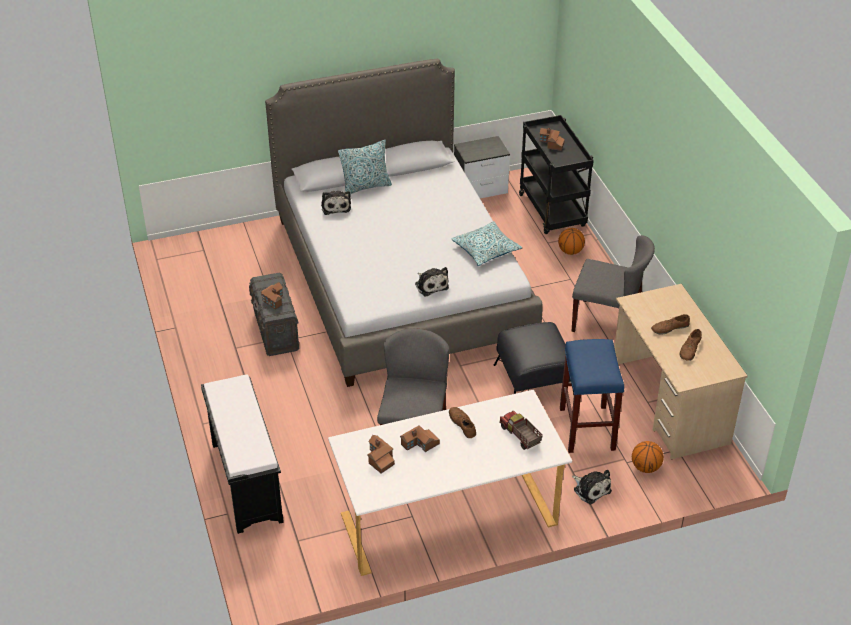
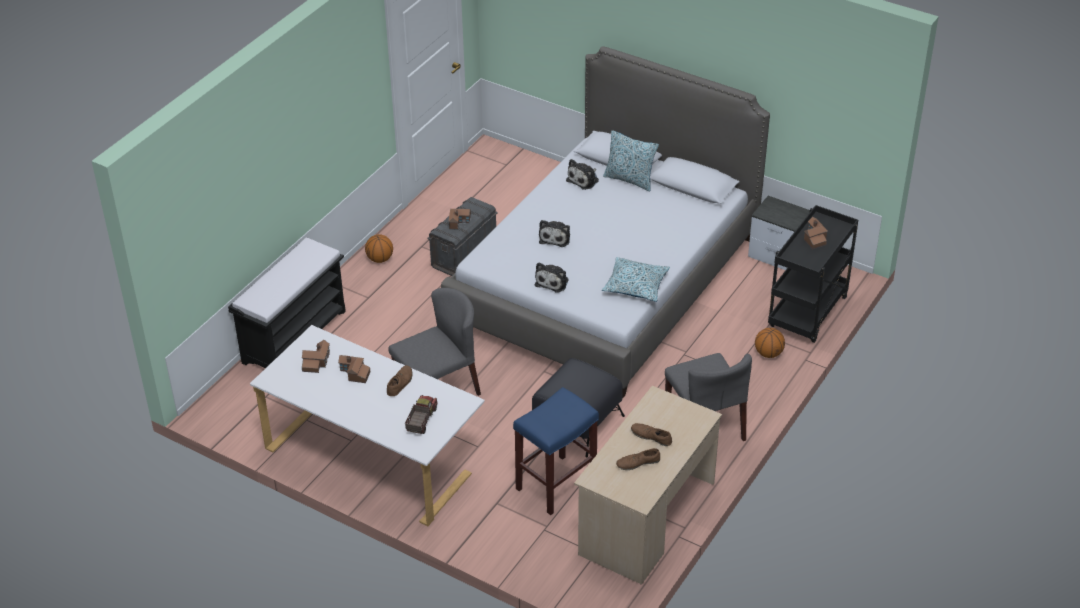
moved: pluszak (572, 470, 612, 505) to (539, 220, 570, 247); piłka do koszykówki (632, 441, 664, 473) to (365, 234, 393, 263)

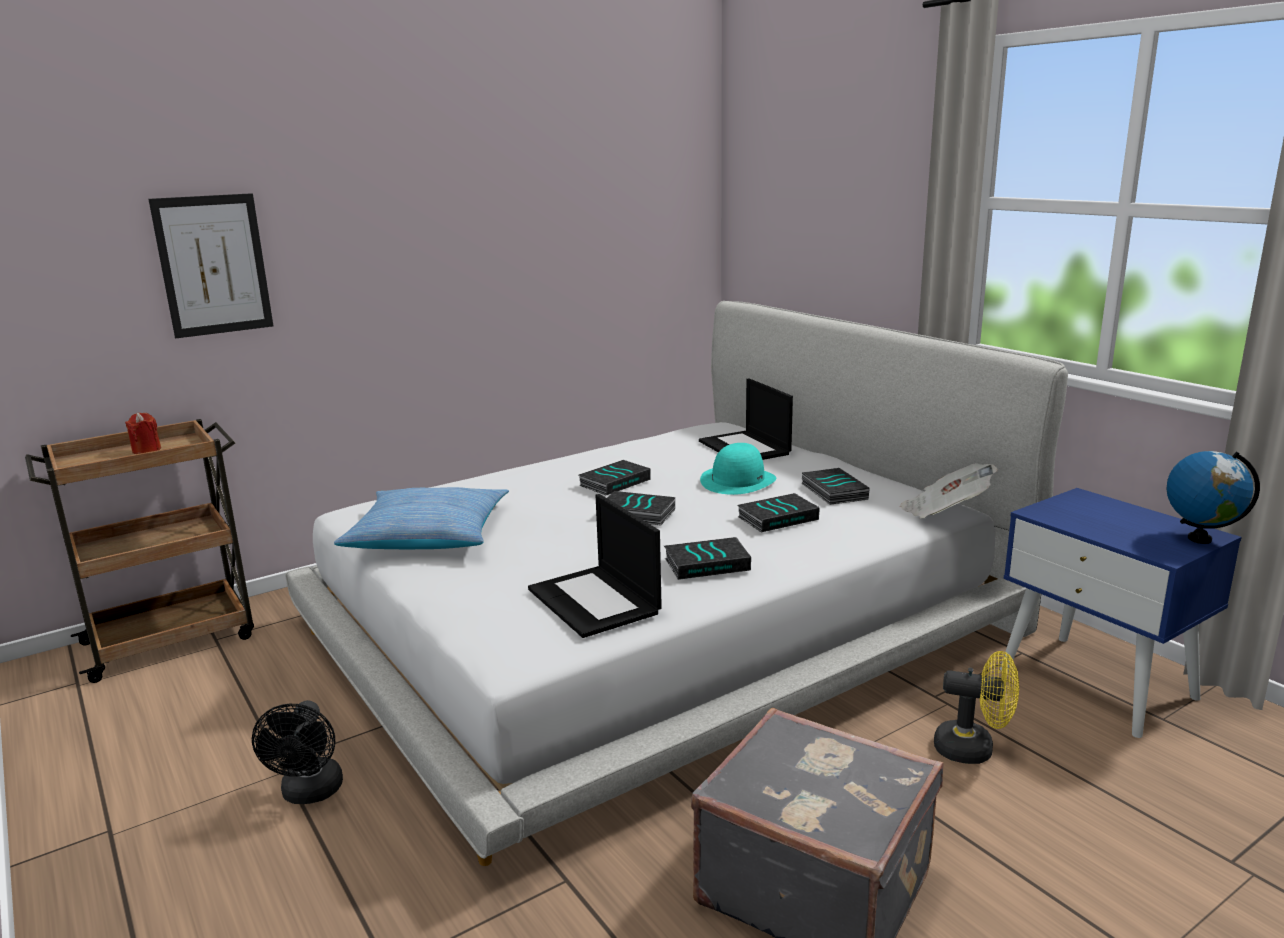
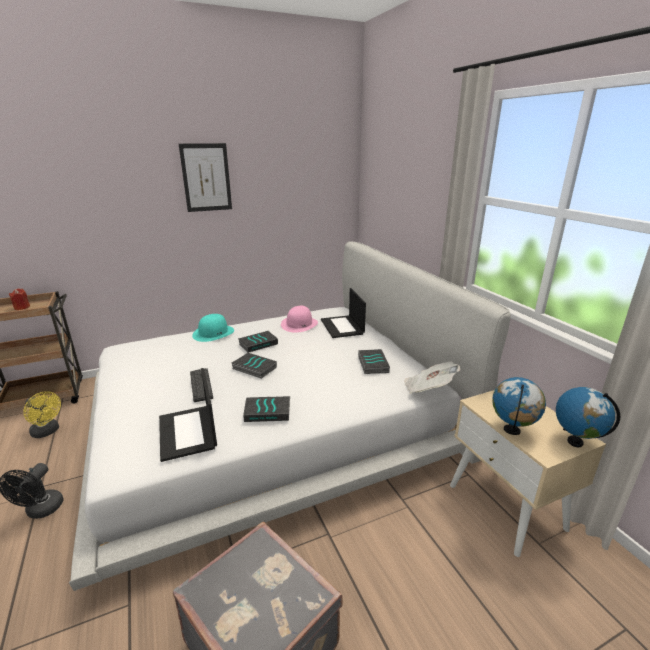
removed: poduszka (334, 487, 509, 549); książka (737, 493, 820, 532)
added: klawiatura (190, 368, 213, 402); kapelusz (różowy) (281, 306, 318, 333); globus (492, 377, 546, 435)
moved: obraz (149, 193, 273, 338) to (179, 143, 232, 212); kapelusz (turkusowy) (700, 443, 776, 495) to (192, 314, 234, 342); wentylator (żółty) (934, 651, 1019, 764) to (23, 391, 61, 438)
recoloured: szafka nocna (niebieski) (1000, 488, 1241, 738) to szafka nocna (beżowy) (450, 390, 606, 557)

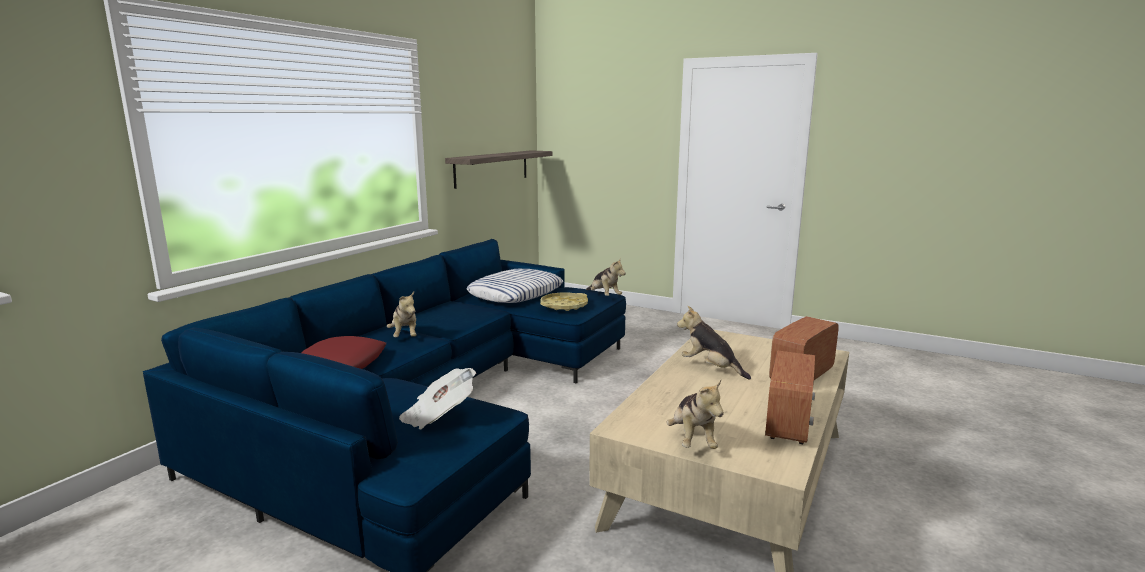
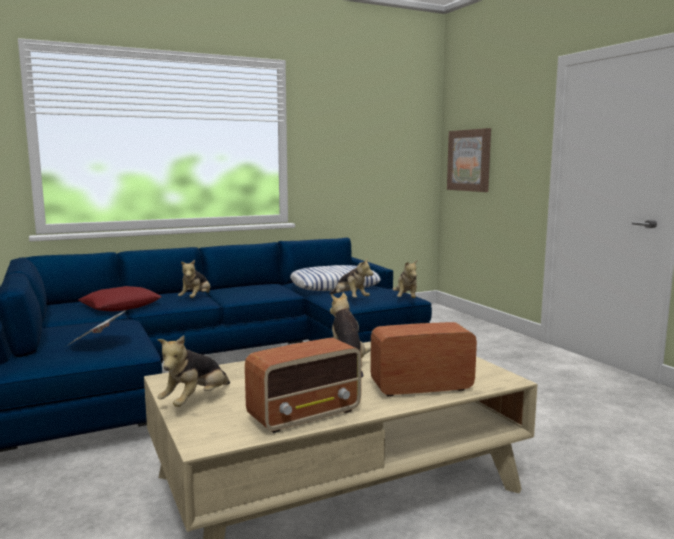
removed: półka (445, 150, 553, 189)
added: obraz (447, 128, 491, 192)
replaced: taca (żółty) (540, 292, 588, 311) to pluszak (329, 258, 374, 298)

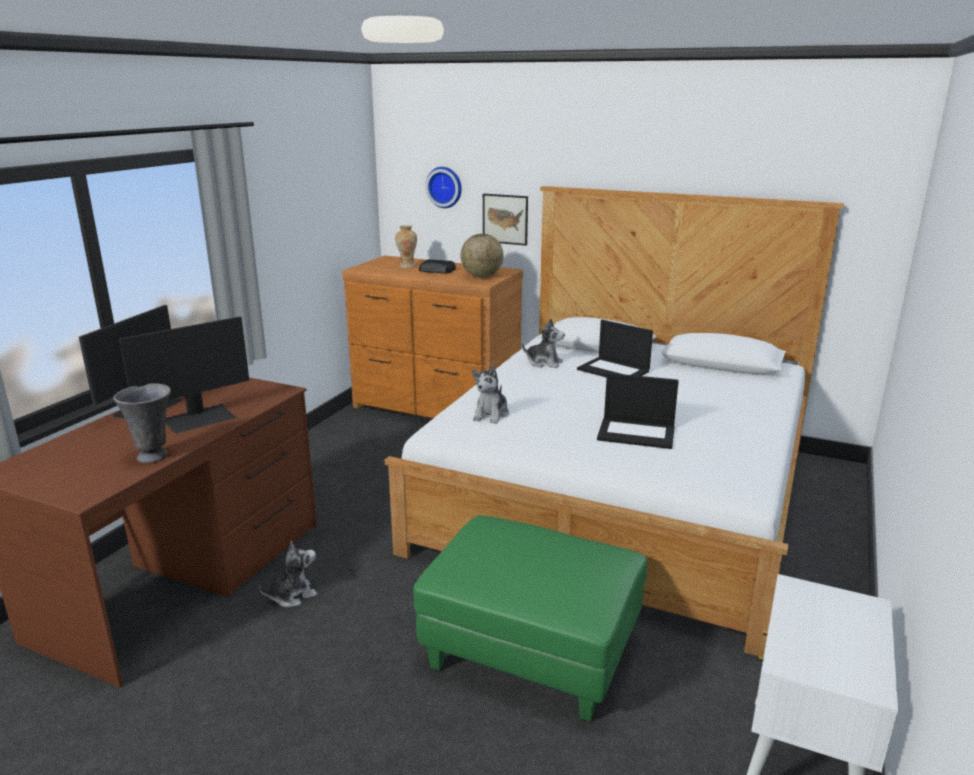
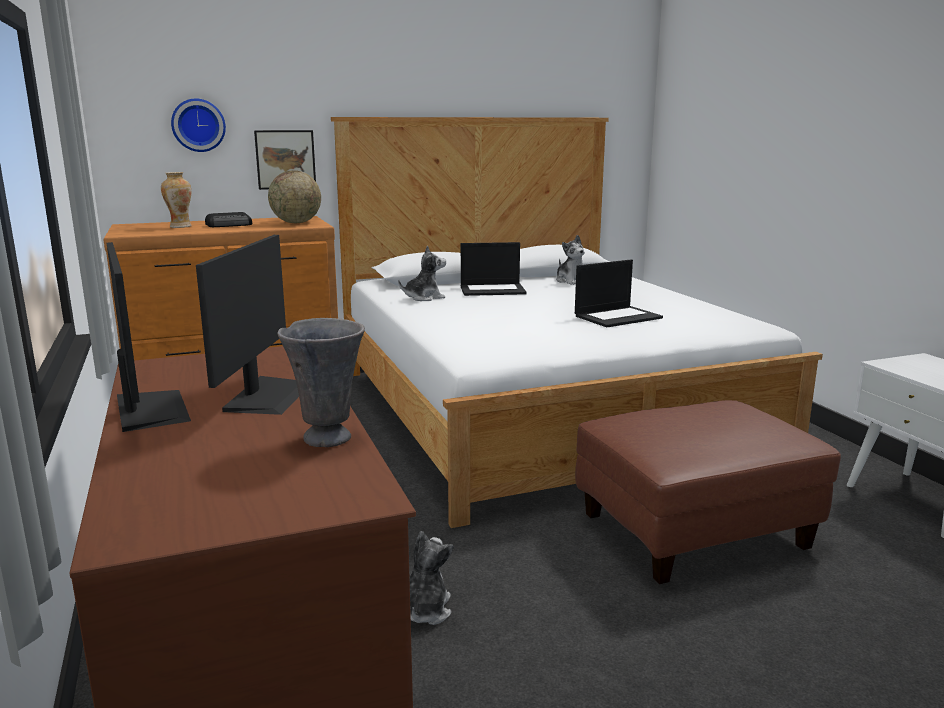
moved: pluszak (472, 365, 509, 424) to (556, 235, 585, 285)
recoloured: pufa (zielony) (413, 515, 647, 721) to pufa (brązowy) (575, 400, 841, 584)

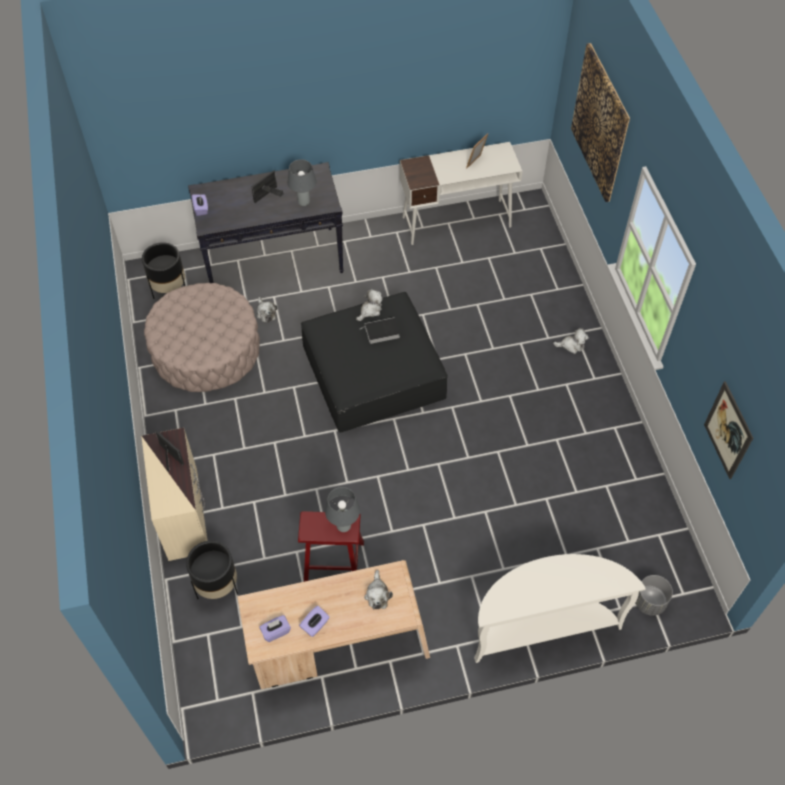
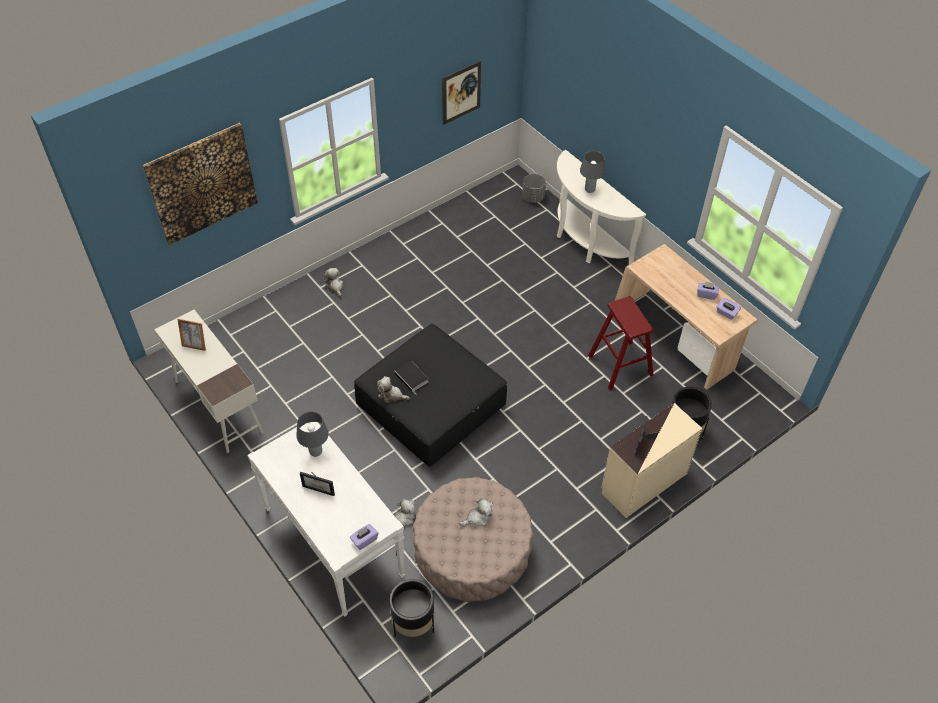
moved: lampa stołowa (szary) (325, 487, 360, 532) to (580, 151, 605, 193); pluszak (364, 570, 393, 609) to (459, 498, 494, 527)
recoloured: stolik konsolowy (czarny) (188, 162, 344, 283) to stolik konsolowy (biały) (248, 422, 405, 617)

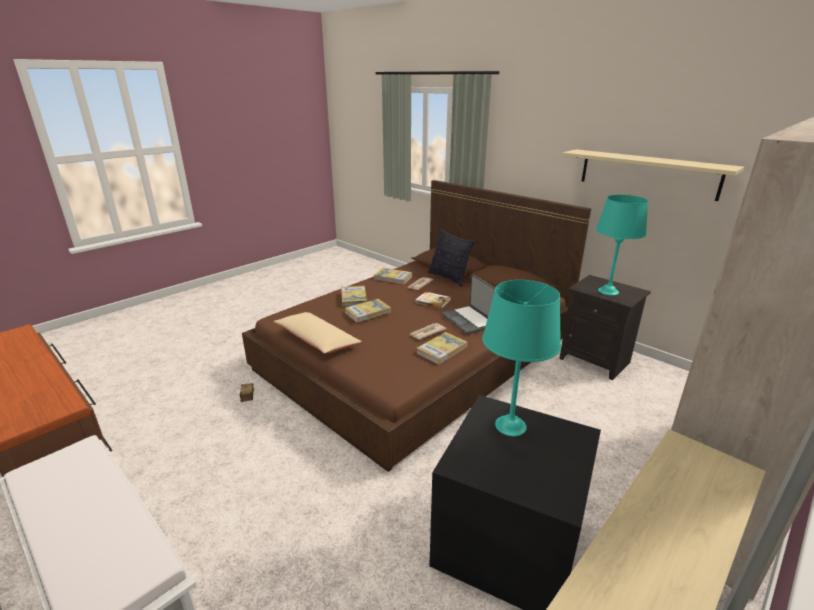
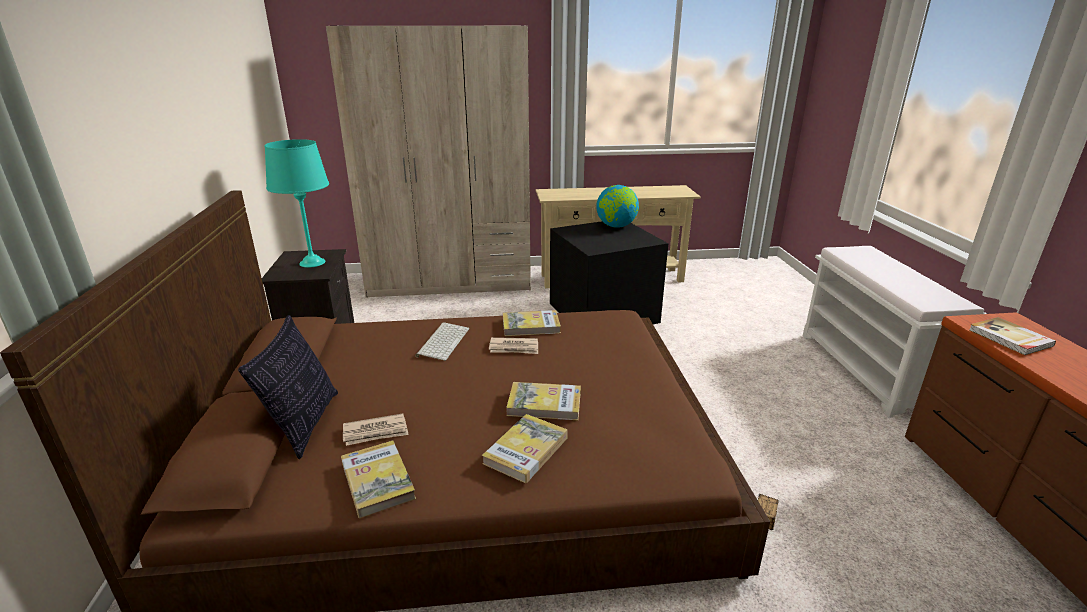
removed: poduszka (beżowy) (273, 312, 362, 354); lampa stołowa (turkusowy) (482, 280, 561, 436); półka (beżowy) (562, 149, 744, 201)
added: globus (596, 185, 639, 228)
moved: książka (415, 292, 451, 309) to (969, 317, 1056, 355)
replaced: laptop (441, 275, 495, 335) to klawiatura (415, 322, 469, 361)

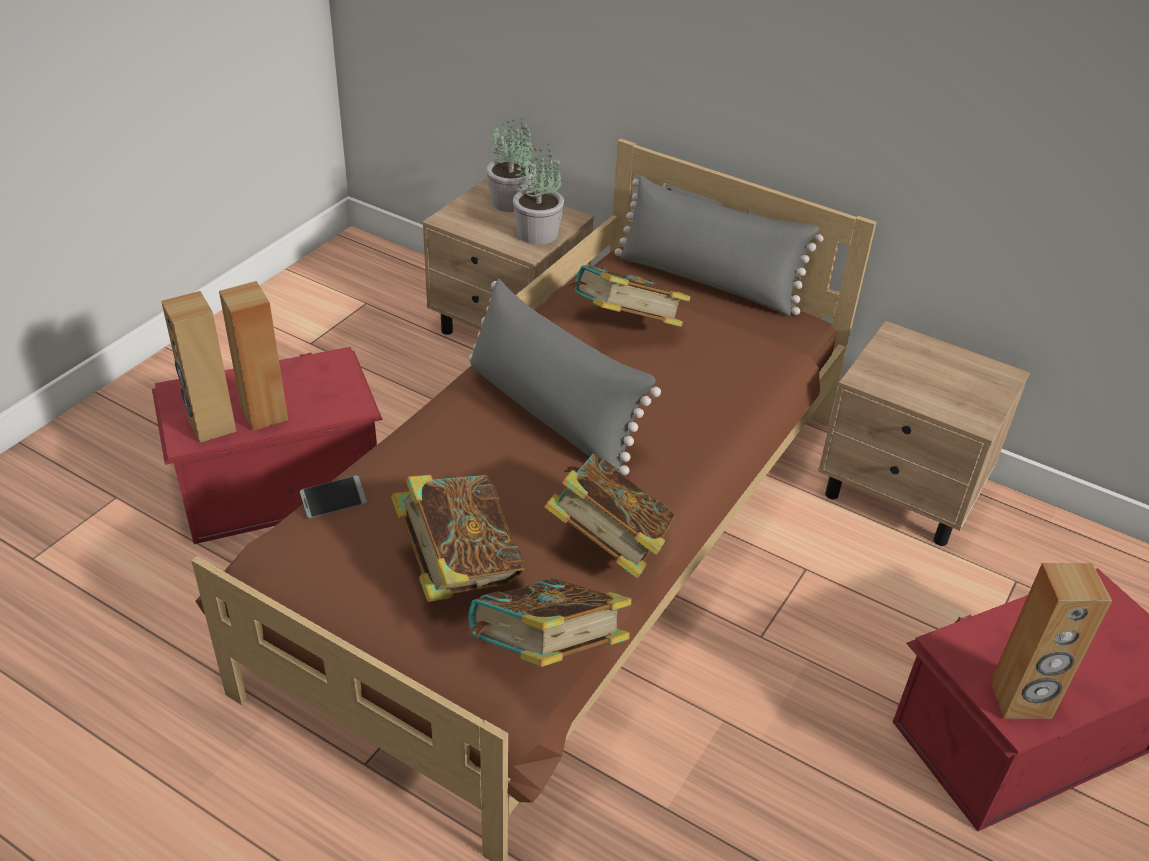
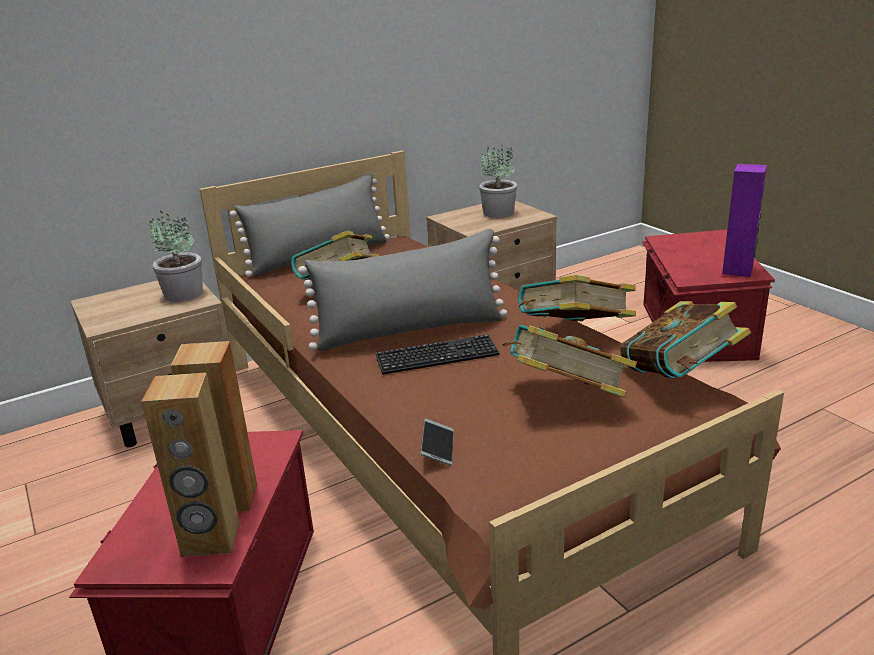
added: klawiatura (375, 334, 499, 375)
moved: roślina doniczkowa (486, 118, 535, 212) to (479, 145, 517, 218)
recoloured: głośnik (brązowy) (990, 563, 1112, 719) to głośnik (fioletowy) (722, 164, 767, 277)

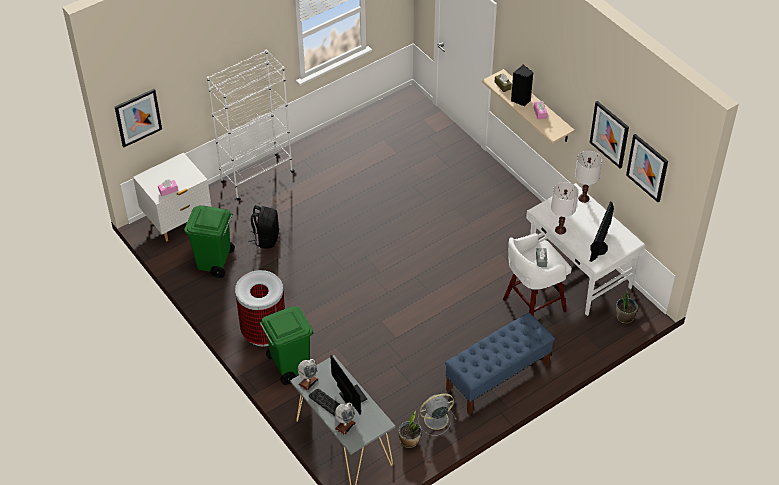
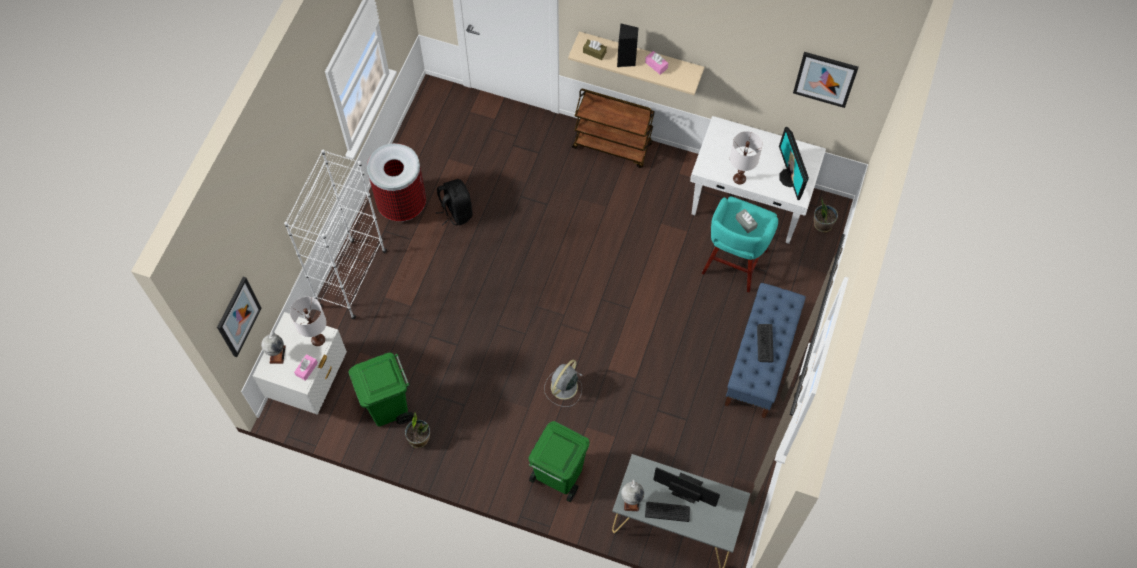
removed: obraz (590, 101, 629, 169)
added: wózek (brązowy) (572, 89, 655, 168); klawiatura (757, 324, 774, 362)
moved: kosz na śmieci (235, 270, 285, 347) to (367, 143, 426, 222); plecak (czarny) (249, 205, 279, 249) to (435, 179, 472, 226); globus (335, 403, 356, 435) to (261, 332, 286, 364); roślina doniczkowa (398, 411, 421, 448) to (405, 413, 430, 448); wentylator (szary) (418, 394, 456, 436) to (544, 359, 582, 407); lampa stołowa (biały) (575, 151, 602, 203) to (290, 297, 326, 346)
recoloured: stołek (biały) (503, 233, 572, 315) to stołek (turkusowy) (701, 197, 778, 293)

